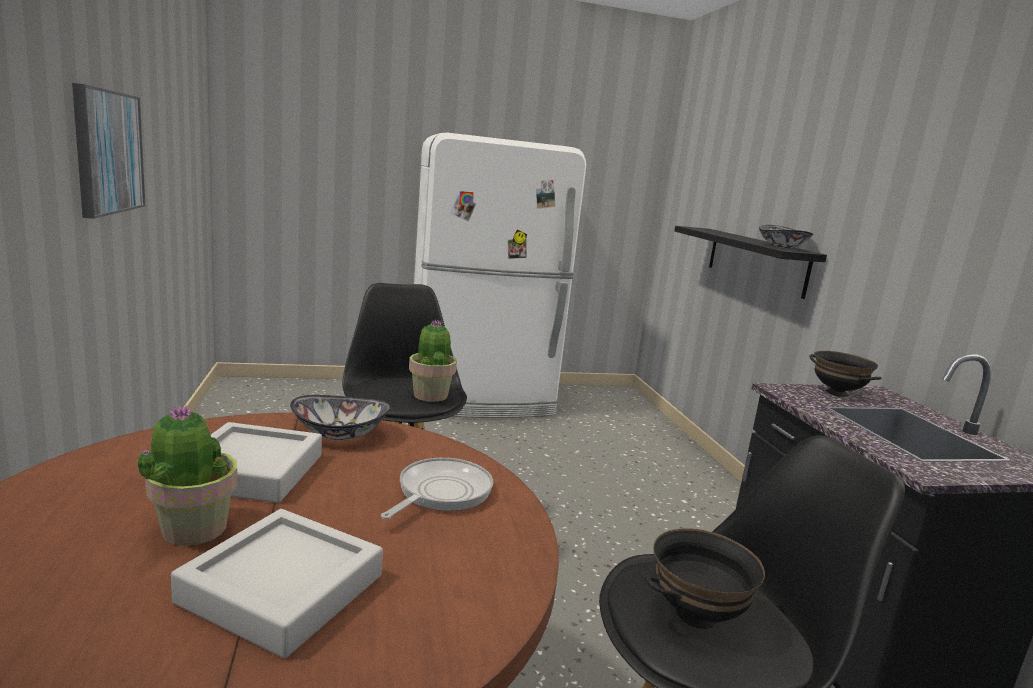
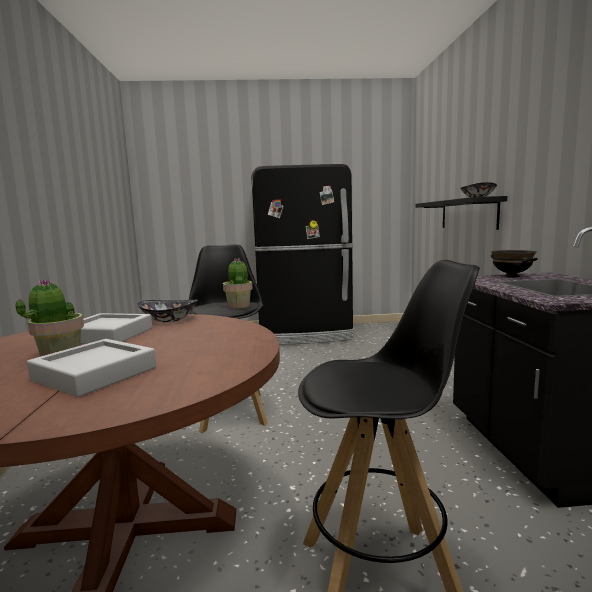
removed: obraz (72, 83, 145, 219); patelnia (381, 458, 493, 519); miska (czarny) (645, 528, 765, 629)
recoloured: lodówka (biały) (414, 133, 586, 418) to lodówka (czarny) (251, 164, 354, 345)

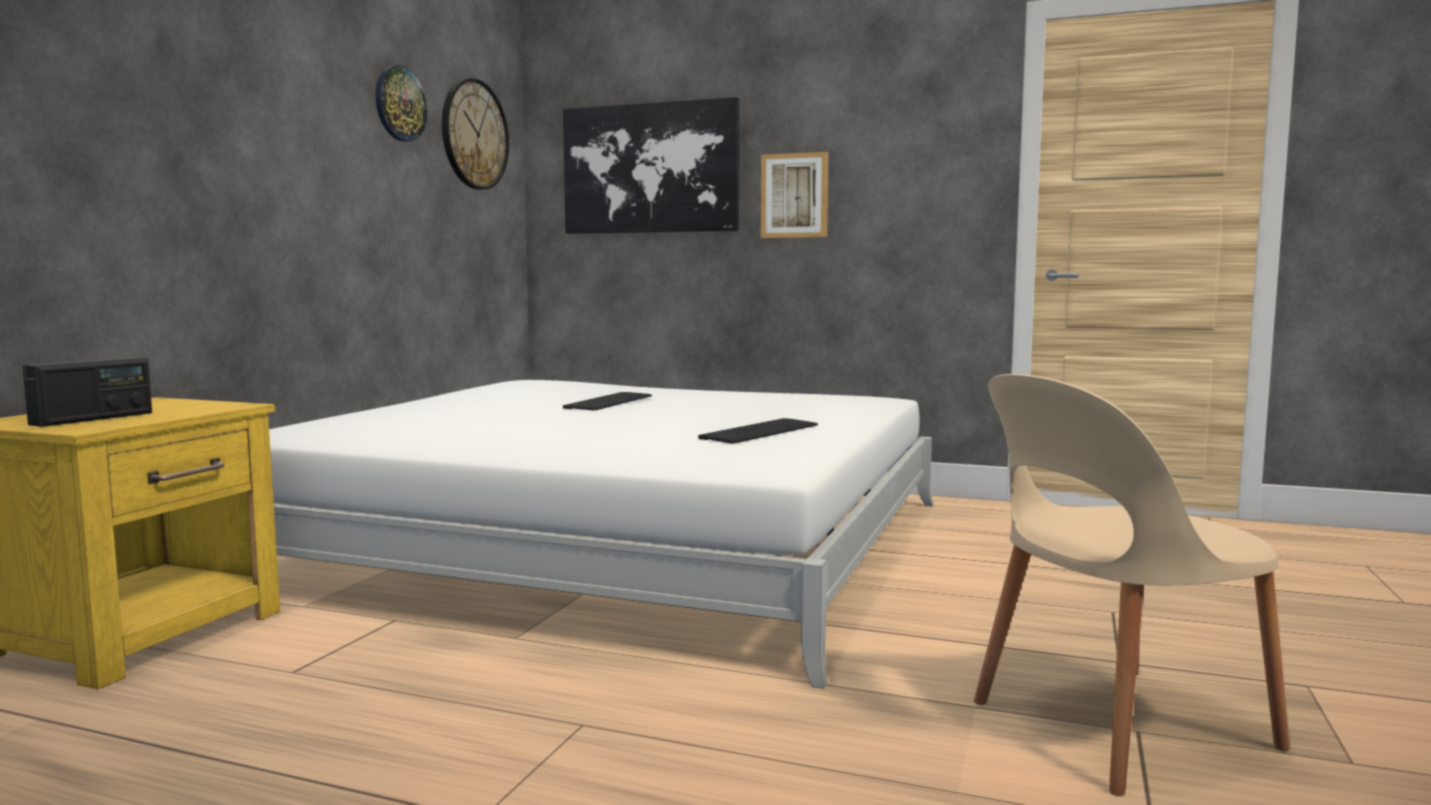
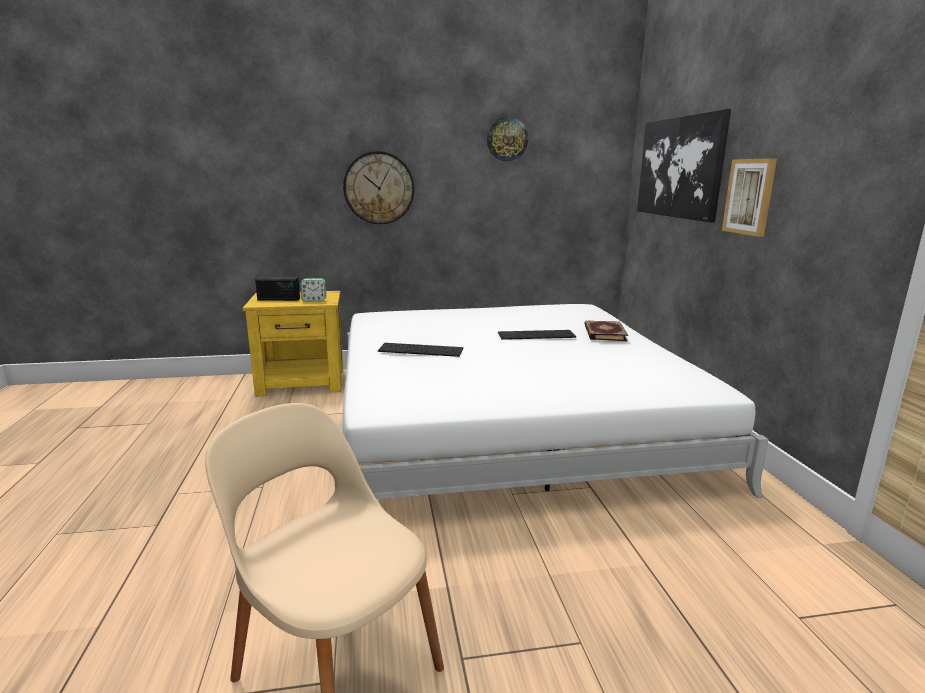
added: budzik (300, 278, 326, 302); książka (584, 320, 628, 341)
moved: zegar ścienny (442, 78, 509, 190) to (343, 151, 414, 224); klawiatura (698, 418, 818, 444) to (378, 343, 463, 357)

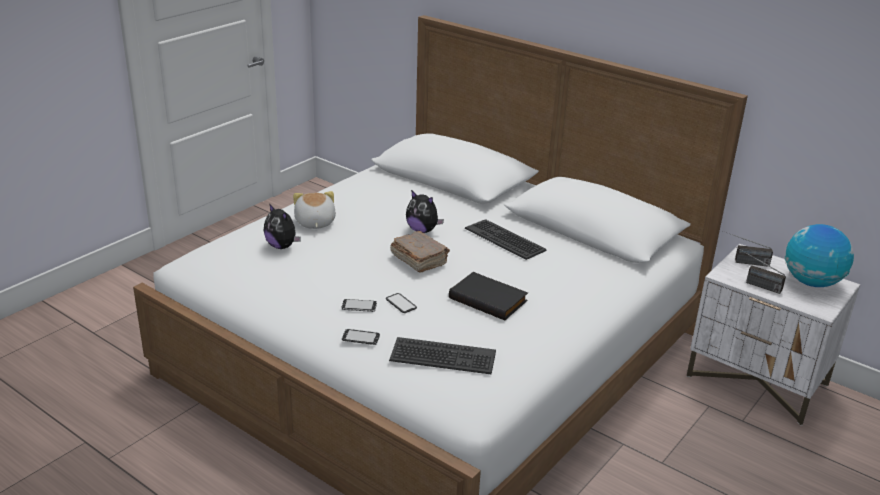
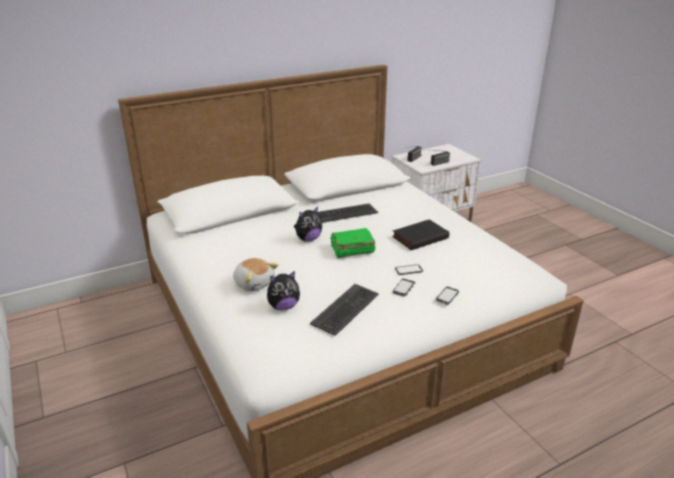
removed: globus (785, 224, 854, 287)
moved: klawiatura (389, 337, 496, 374) to (310, 284, 379, 336)
recoloured: książka (brązowy) (390, 231, 450, 273) to książka (zielony) (331, 228, 376, 258)
turned: pluszak (293, 191, 336, 229) = (233, 258, 279, 292) 150 degrees counterclockwise

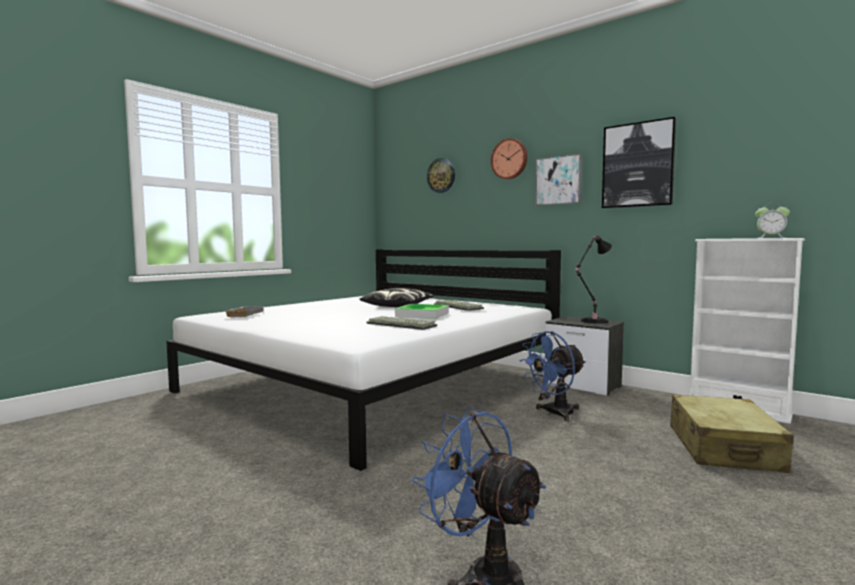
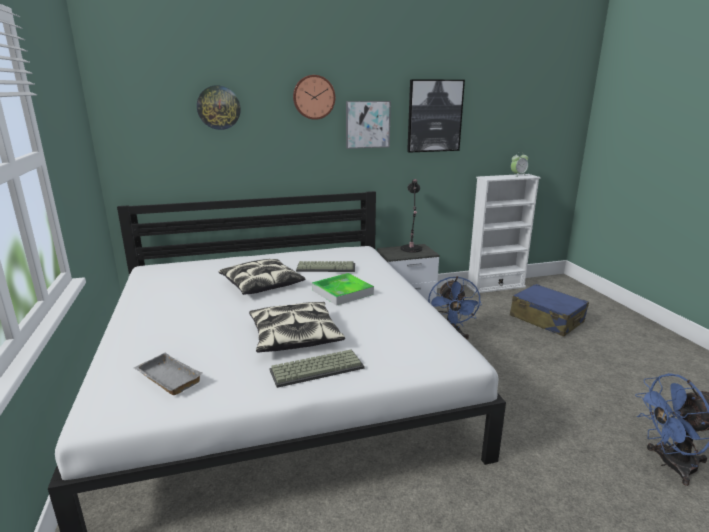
added: poduszka (249, 302, 345, 353)
moved: klawiatura (367, 316, 437, 330) to (270, 350, 364, 388)
recoloured: walizka (beżowy) (670, 395, 794, 473) to walizka (niebieski) (510, 284, 589, 336)

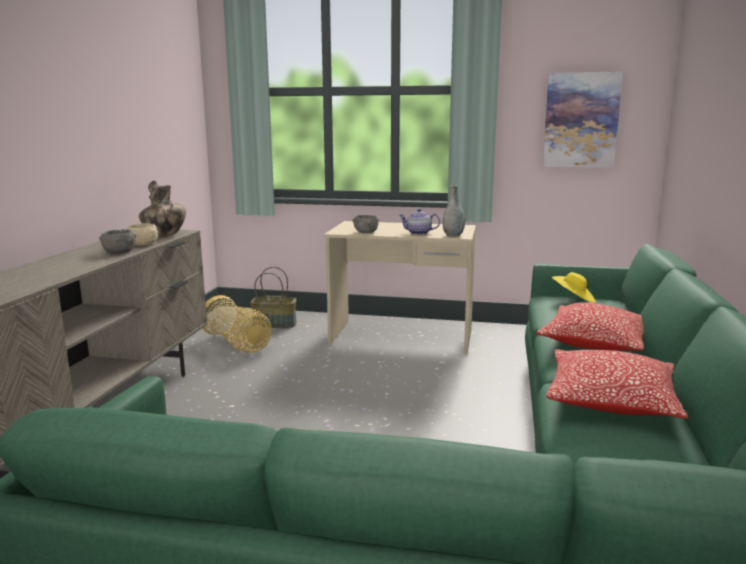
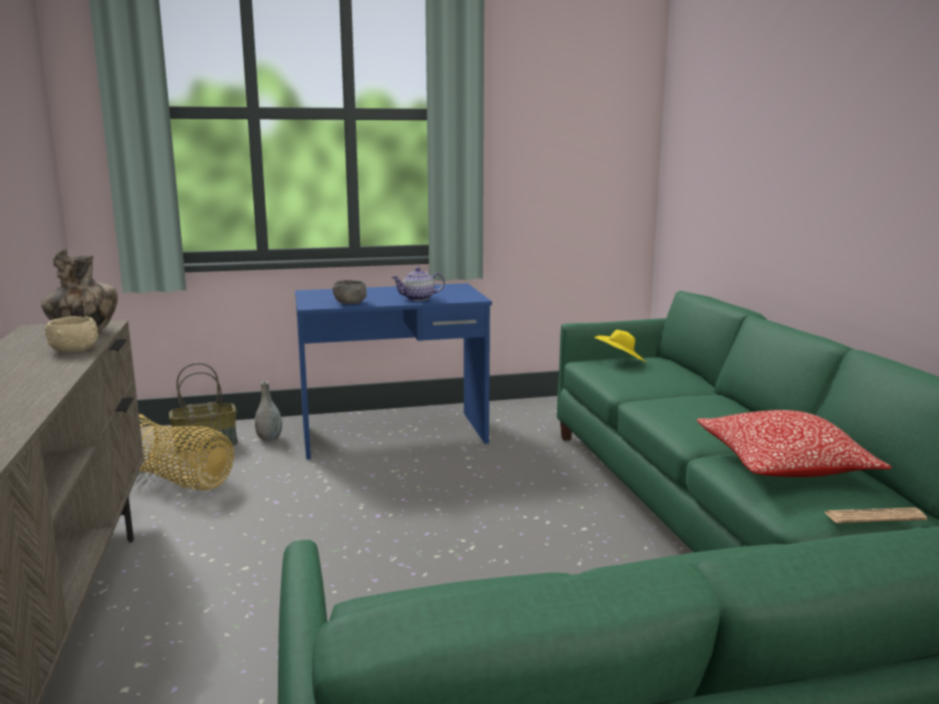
removed: miska (szary) (99, 229, 136, 254); poduszka (536, 302, 644, 351); obraz (542, 72, 623, 168)
added: gazeta (825, 507, 927, 523)
moved: wazon (szary) (443, 185, 465, 237) to (255, 382, 282, 441)
recoloured: biurko (beżowy) (324, 221, 476, 354) to biurko (niebieski) (295, 283, 492, 460)

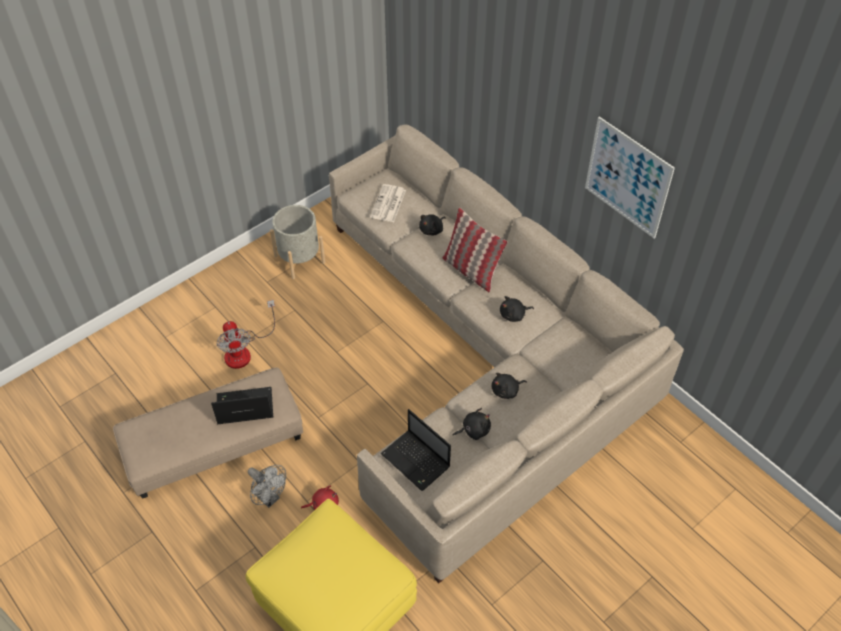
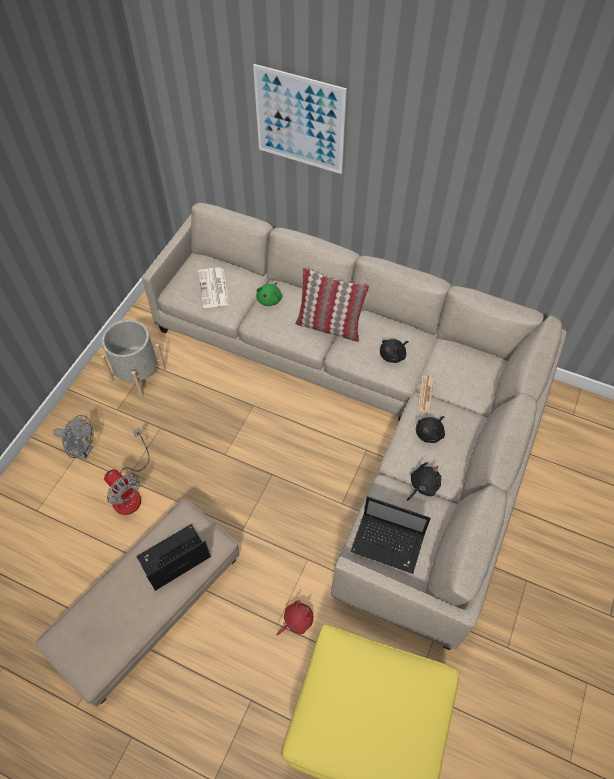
added: gazeta (417, 376, 434, 413)
moved: wentylator (szary) (248, 465, 286, 508) to (53, 415, 94, 459); obraz (585, 116, 675, 238) to (253, 64, 347, 174)
recoloured: pluszak (czarny) (419, 214, 446, 235) to pluszak (zielony) (256, 282, 282, 306)

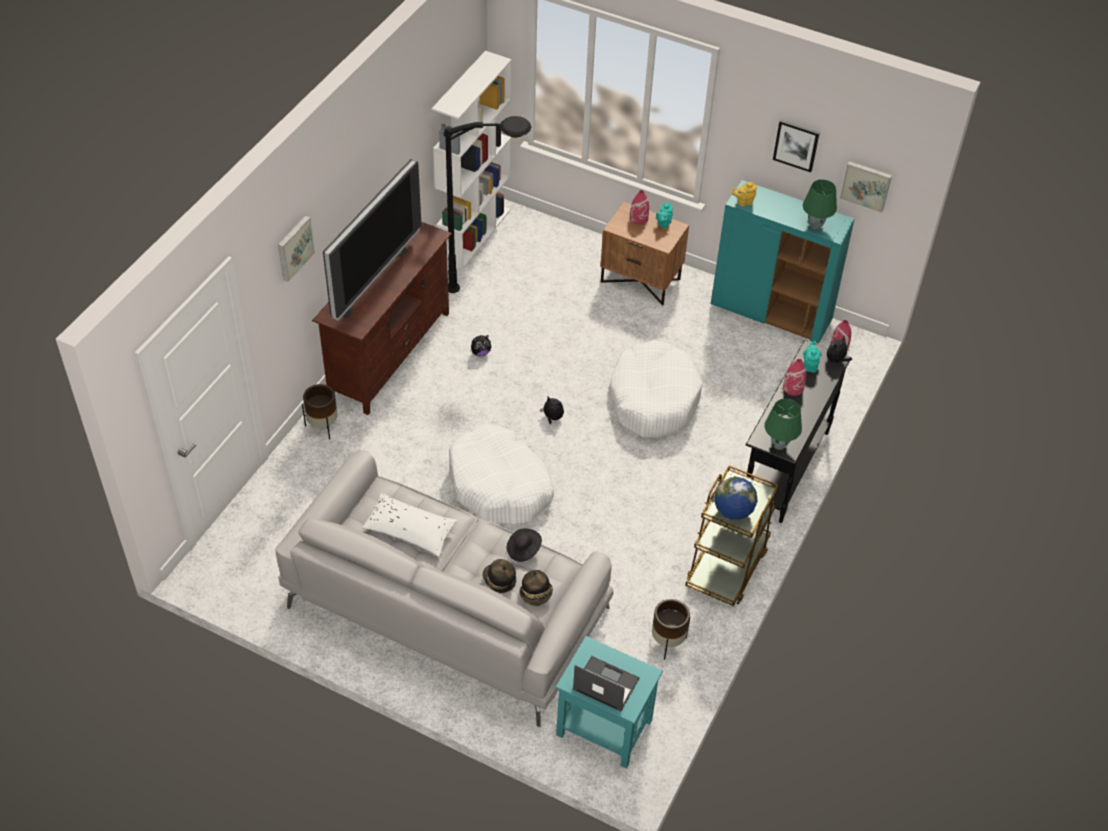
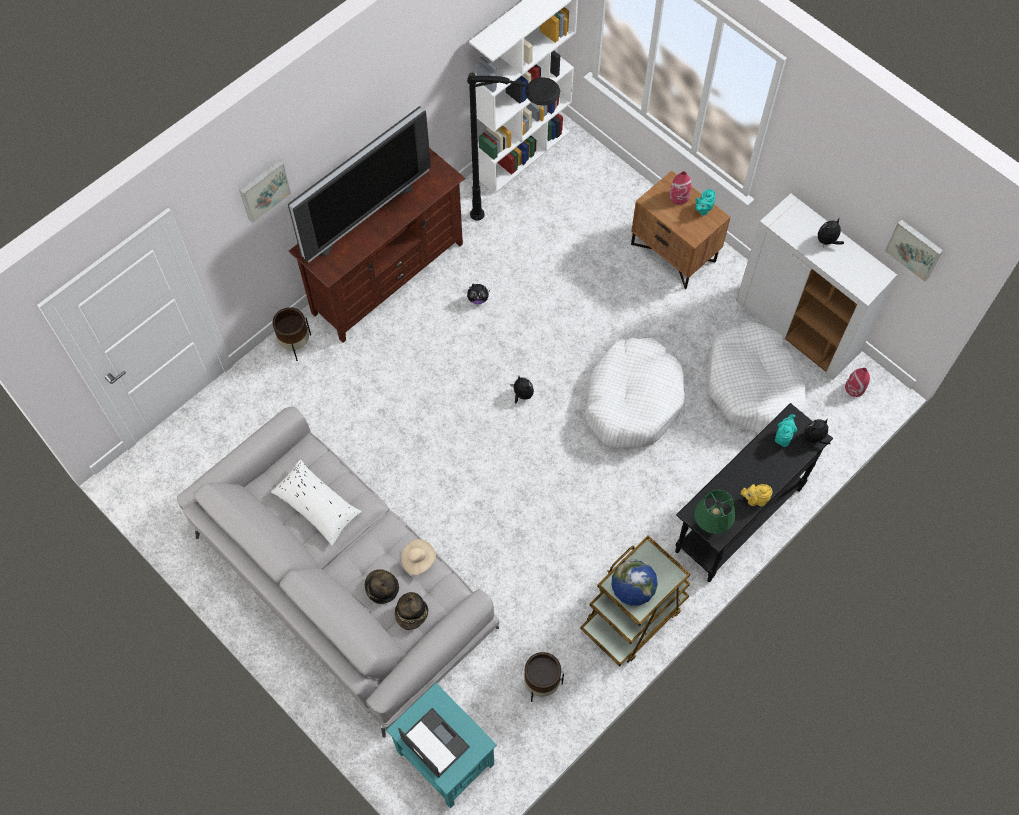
removed: obraz (773, 120, 820, 172); wazon (czerwony) (783, 359, 806, 396); lampa stołowa (zielony) (803, 179, 837, 230)
added: pluszak (818, 219, 844, 247)
moved: legowisko (biały) (449, 424, 554, 524) to (707, 322, 806, 433); imbryk (żółty) (732, 182, 757, 207) to (741, 484, 773, 506)
recoloured: kapelusz (czarny) (507, 528, 542, 562) to kapelusz (beżowy) (401, 539, 436, 575); szafka (turkusowy) (711, 180, 855, 344) to szafka (biały) (736, 193, 897, 379)

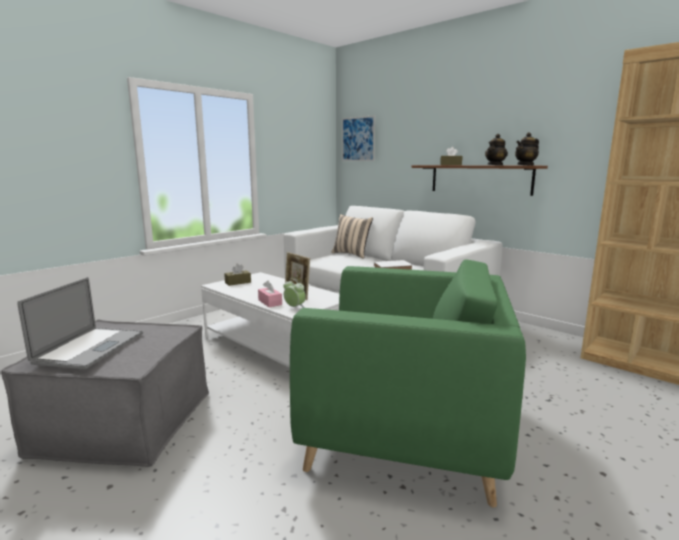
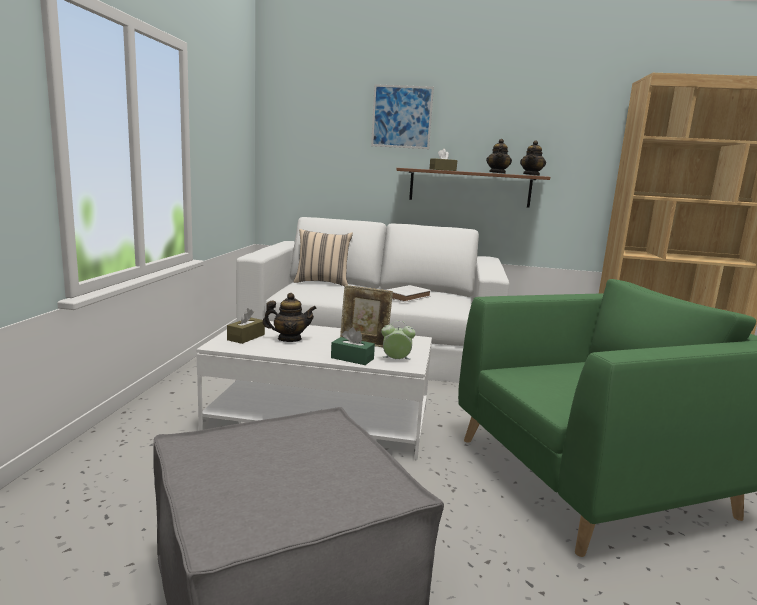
removed: laptop (17, 277, 143, 369)
added: imbryk (263, 293, 317, 342)
moved: obraz (342, 115, 375, 161) to (371, 84, 434, 149)
recoloured: pudełko chusteczek (różowy) (258, 281, 282, 307) to pudełko chusteczek (zielony) (331, 327, 375, 365)

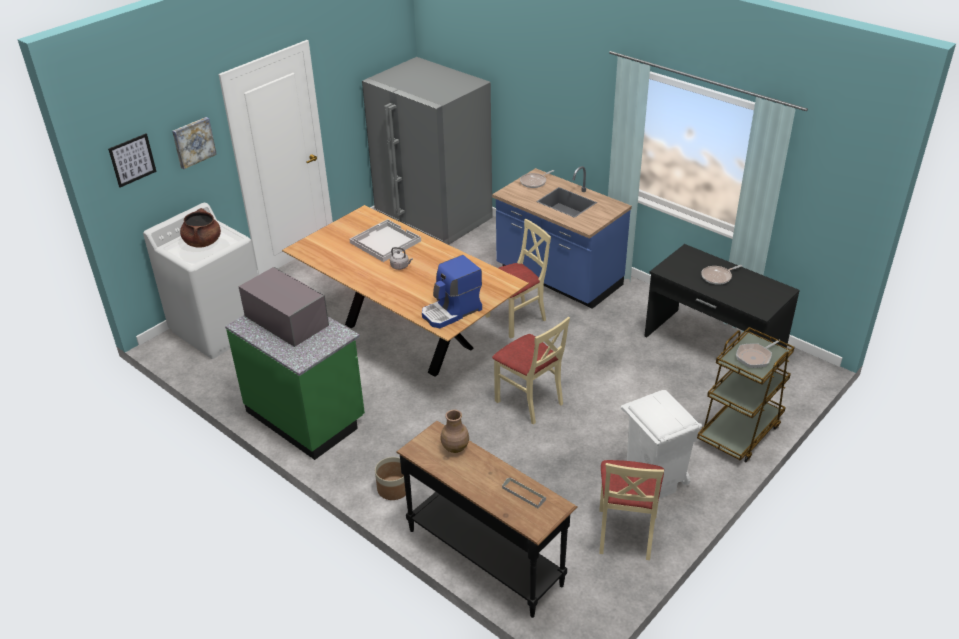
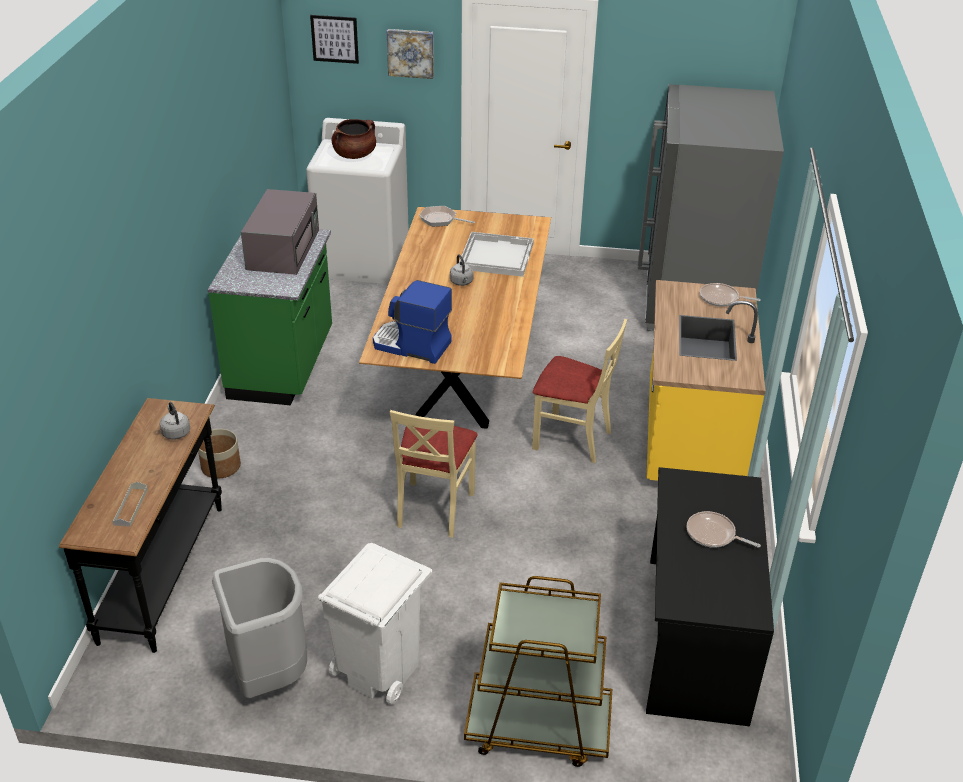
moved: patelnia (736, 340, 781, 368) to (419, 206, 475, 227)
replaced: wazon (brązowy) (441, 410, 469, 453) to czajnik (szary) (159, 402, 190, 439); krzesło (beżowy) (599, 460, 664, 560) to kosz na śmieci (szary) (212, 558, 307, 699)
recoloured: zabudowa kuchenna (niebieski) (492, 166, 632, 309) to zabudowa kuchenna (żółty) (647, 280, 765, 481)

